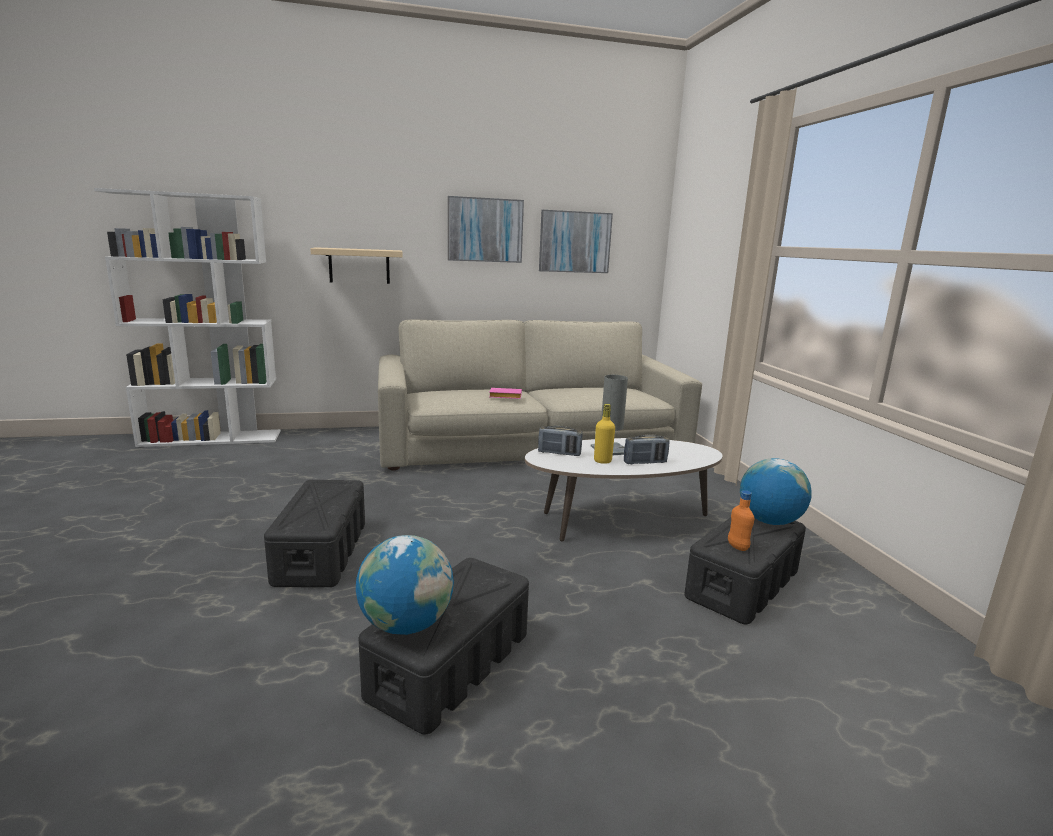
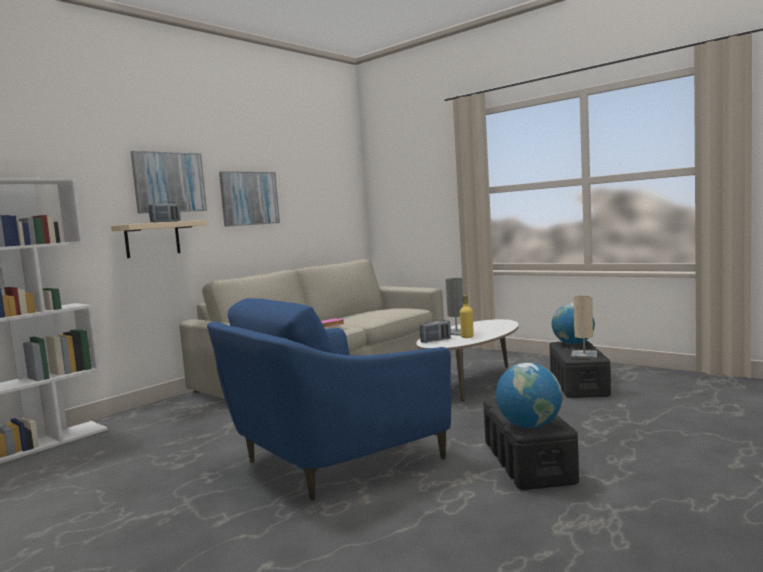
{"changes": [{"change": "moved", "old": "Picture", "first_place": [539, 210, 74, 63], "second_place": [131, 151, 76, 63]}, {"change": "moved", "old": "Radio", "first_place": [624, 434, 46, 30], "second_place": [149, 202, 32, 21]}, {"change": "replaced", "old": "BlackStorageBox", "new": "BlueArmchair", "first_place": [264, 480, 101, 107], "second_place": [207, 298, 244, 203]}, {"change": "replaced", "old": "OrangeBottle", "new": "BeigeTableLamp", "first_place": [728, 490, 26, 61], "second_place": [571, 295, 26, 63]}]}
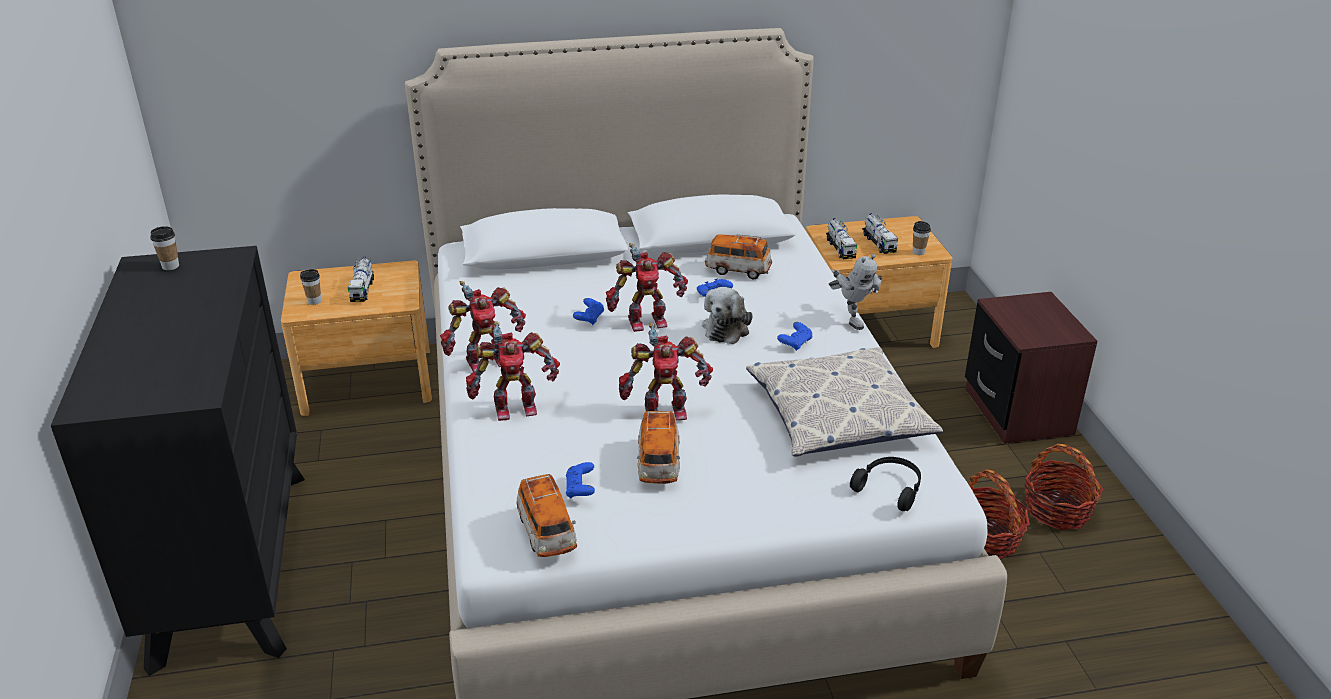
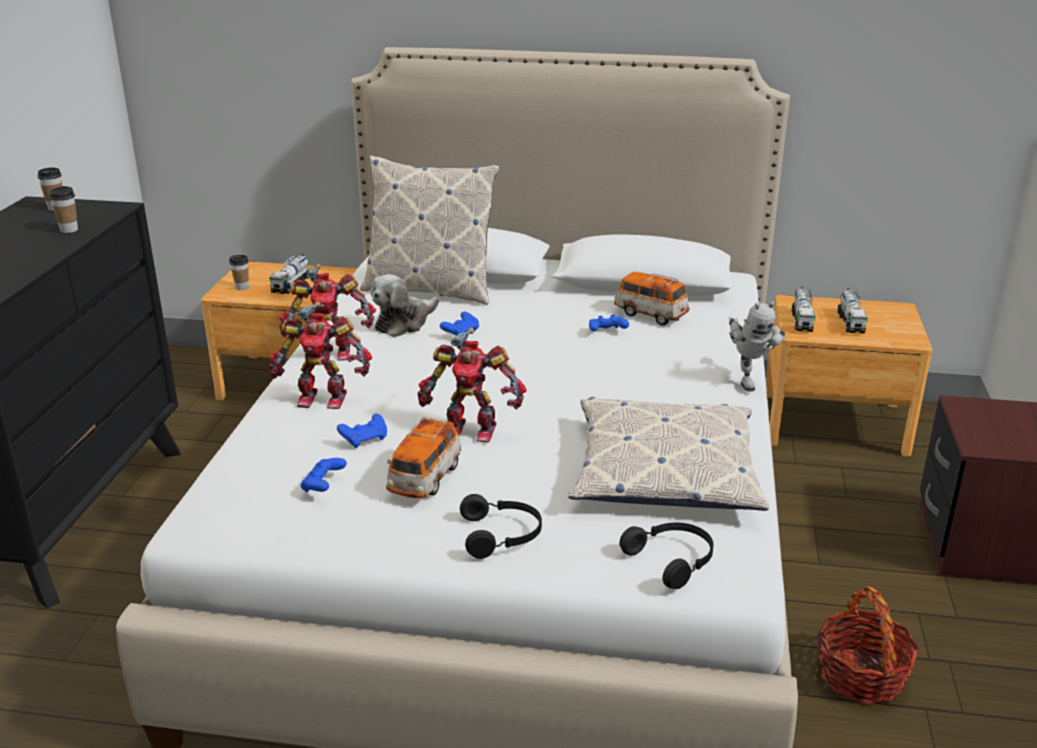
{"changes": [{"change": "removed", "old": "ToyCar", "first_place": [516, 474, 61, 83]}, {"change": "removed", "old": "ToyRobot", "first_place": [606, 243, 82, 89]}, {"change": "removed", "old": "Basket", "first_place": [1025, 444, 78, 86]}, {"change": "added", "new": "Pillow", "second_place": [360, 155, 139, 150]}, {"change": "added", "new": "BlackHeadphones", "second_place": [460, 494, 82, 65]}, {"change": "moved", "old": "PlushToy", "first_place": [702, 287, 51, 57], "second_place": [371, 274, 68, 63]}, {"change": "moved", "old": "BlueGameController", "first_place": [777, 322, 35, 29], "second_place": [337, 413, 50, 35]}, {"change": "moved", "old": "Cup", "first_place": [913, 221, 18, 34], "second_place": [50, 186, 28, 47]}]}
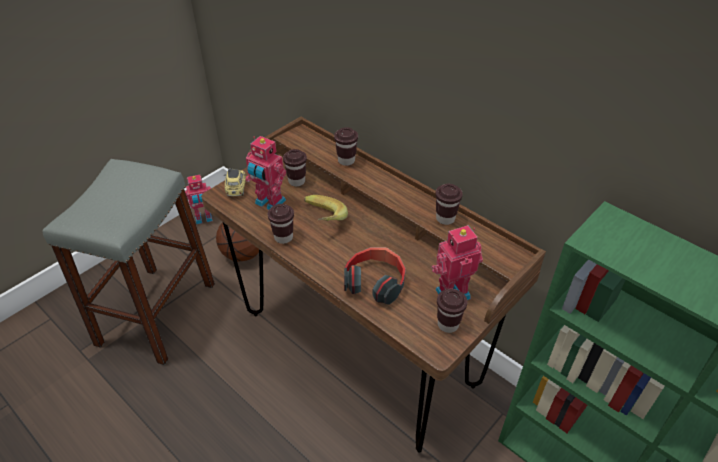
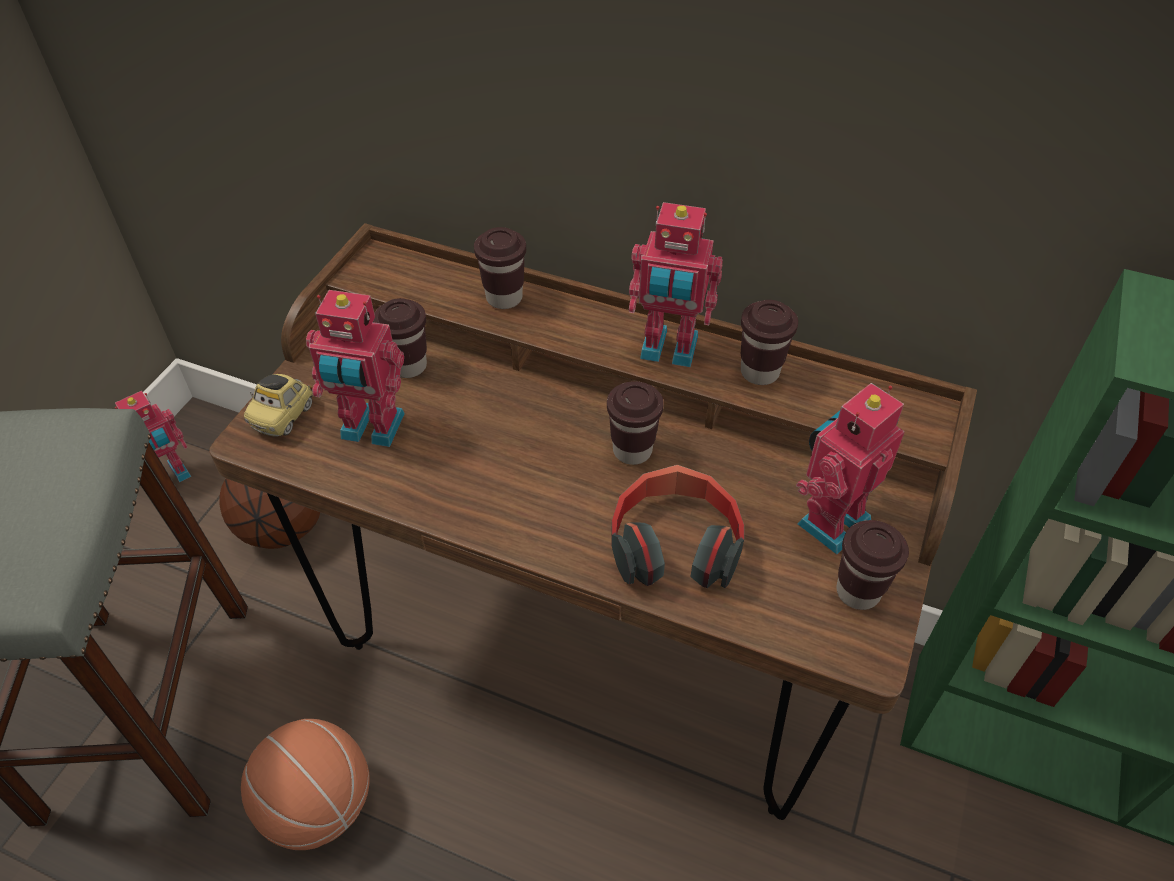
{"changes": [{"change": "removed", "old": "Banana", "first_place": [304, 195, 44, 26]}, {"change": "added", "new": "Basketball", "second_place": [241, 719, 129, 131]}, {"change": "added", "new": "ToyRobot", "second_place": [629, 202, 94, 165]}, {"change": "moved", "old": "BrownCup", "first_place": [268, 204, 26, 40], "second_place": [607, 381, 57, 84]}, {"change": "turned", "old": "ToyCar", "first_place": [224, 168, 22, 28], "second_place": [244, 374, 69, 63], "degrees": -135}]}
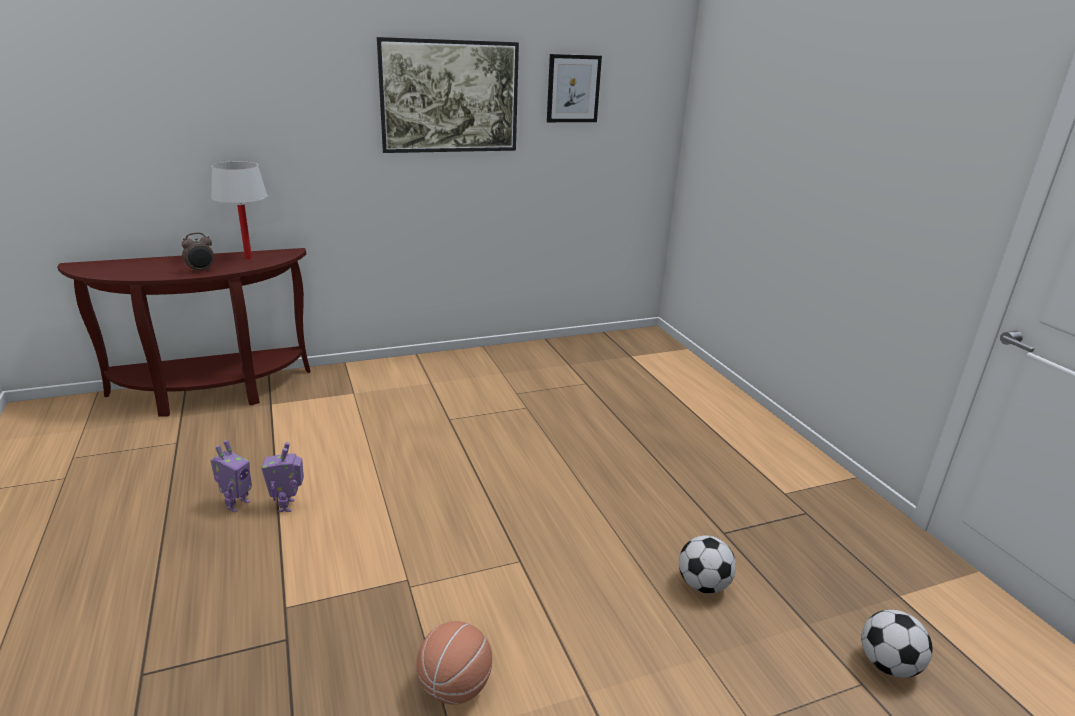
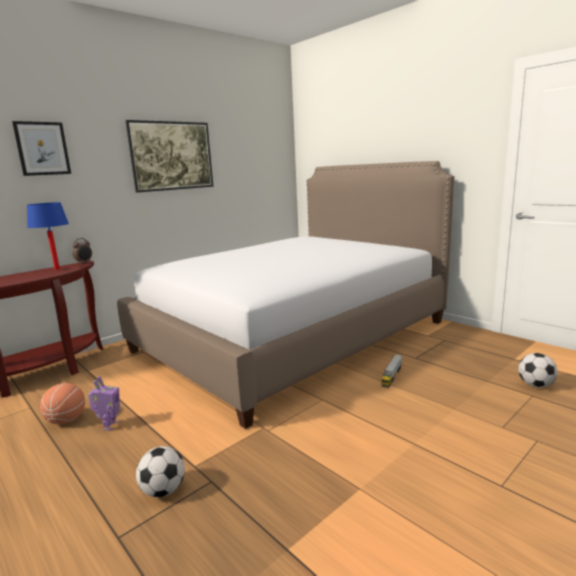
{"changes": [{"change": "removed", "old": "ToyRobot", "first_place": [261, 442, 43, 70]}, {"change": "added", "new": "Bed", "second_place": [117, 161, 337, 268]}, {"change": "added", "new": "ToyTruck", "second_place": [381, 354, 21, 34]}, {"change": "moved", "old": "AlarmClock", "first_place": [182, 232, 32, 41], "second_place": [72, 238, 20, 26]}, {"change": "moved", "old": "Basketball", "first_place": [416, 621, 76, 84], "second_place": [40, 383, 45, 41]}, {"change": "moved", "old": "Picture", "first_place": [547, 54, 55, 68], "second_place": [12, 121, 59, 55]}, {"change": "moved", "old": "Football", "first_place": [679, 535, 57, 59], "second_place": [136, 446, 49, 51]}, {"change": "recoloured", "old": "WhiteTableLamp", "new": "BlueTableLamp", "first_place": [211, 161, 57, 99], "second_place": [27, 202, 42, 68]}]}
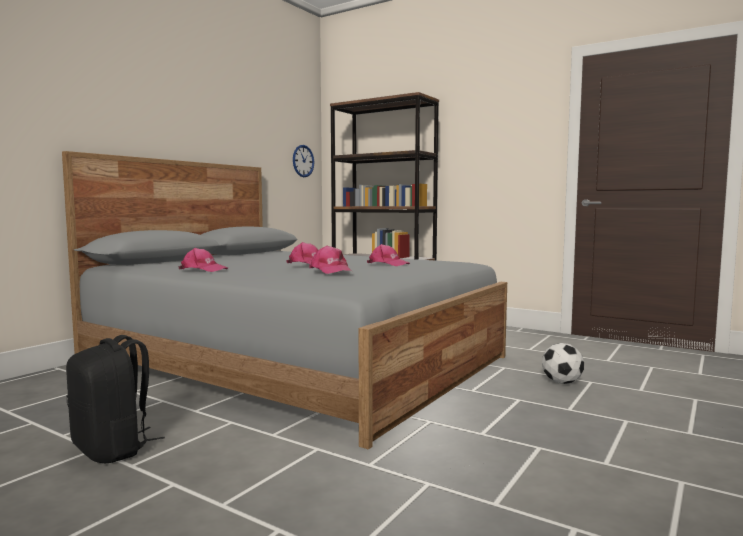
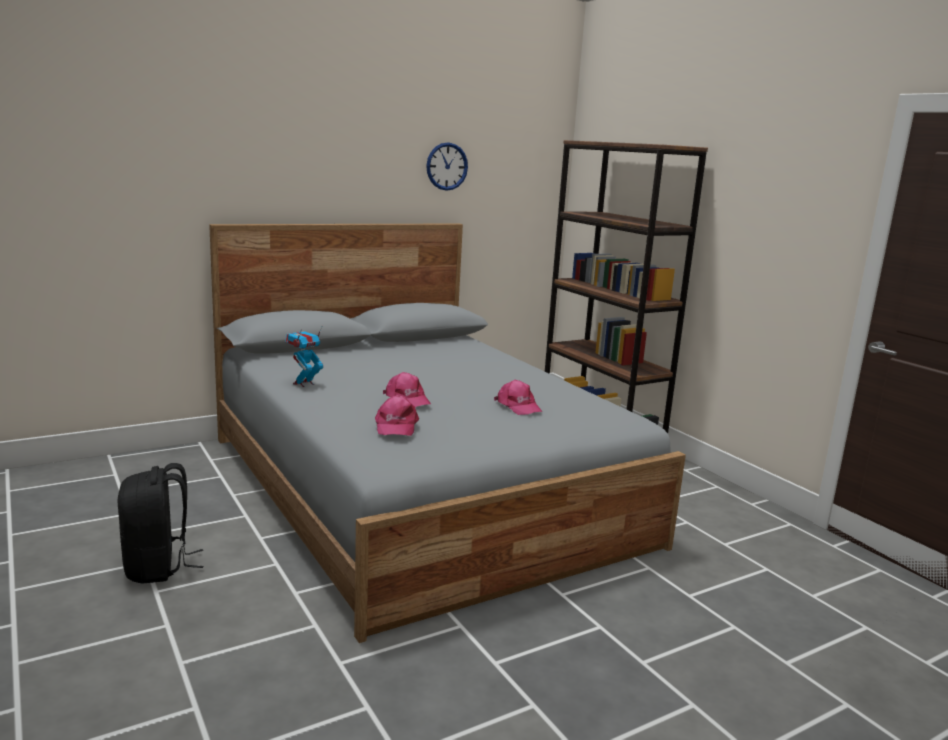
{"changes": [{"change": "removed", "old": "Football", "first_place": [542, 343, 42, 41]}, {"change": "moved", "old": "WallClock", "first_place": [293, 145, 21, 32], "second_place": [426, 142, 42, 49]}, {"change": "replaced", "old": "PinkCap", "new": "ToyRobot", "first_place": [178, 248, 50, 24], "second_place": [285, 327, 38, 60]}]}
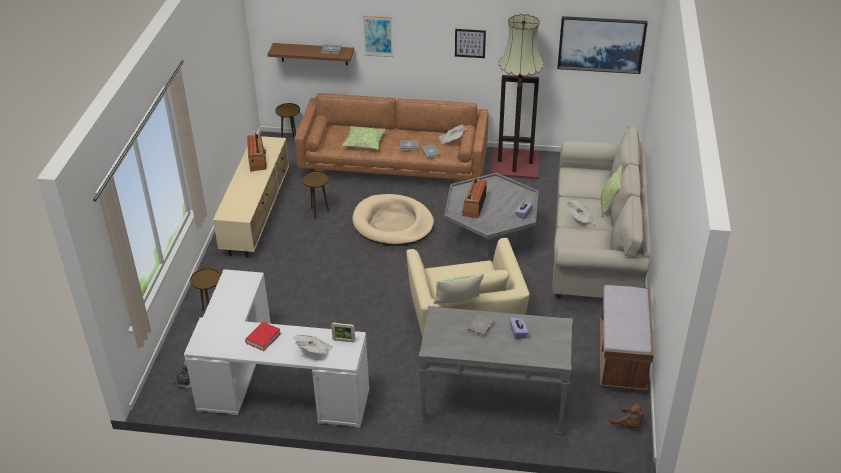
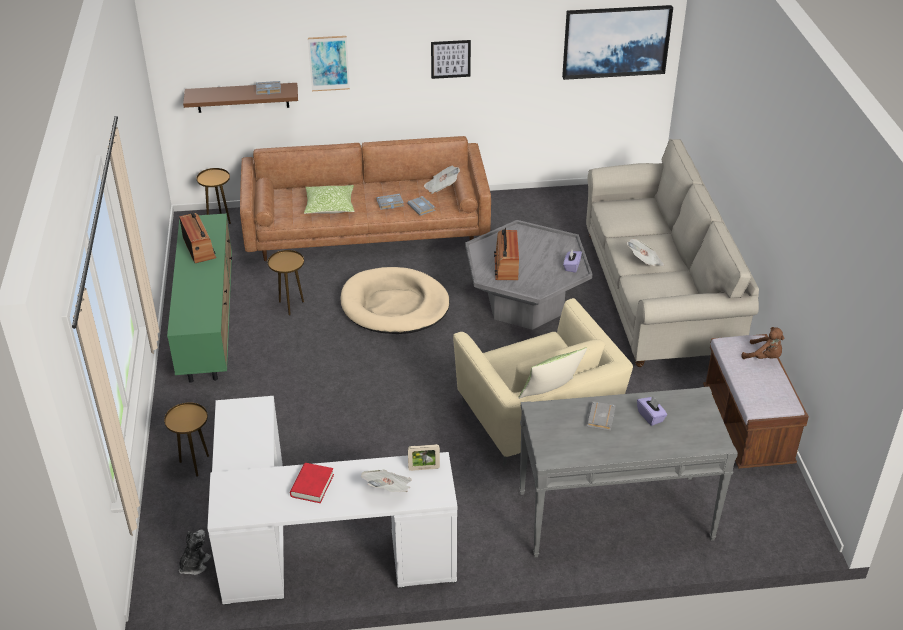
{"changes": [{"change": "removed", "old": "FloorLamp", "first_place": [490, 14, 54, 165]}, {"change": "removed", "old": "Pillow", "first_place": [601, 165, 21, 52]}, {"change": "moved", "old": "BrownPlushToy", "first_place": [610, 403, 34, 25], "second_place": [741, 327, 43, 32]}, {"change": "recoloured", "old": "BeigeTvStand", "new": "GreenTvStand", "first_place": [213, 136, 76, 122], "second_place": [167, 213, 65, 170]}]}
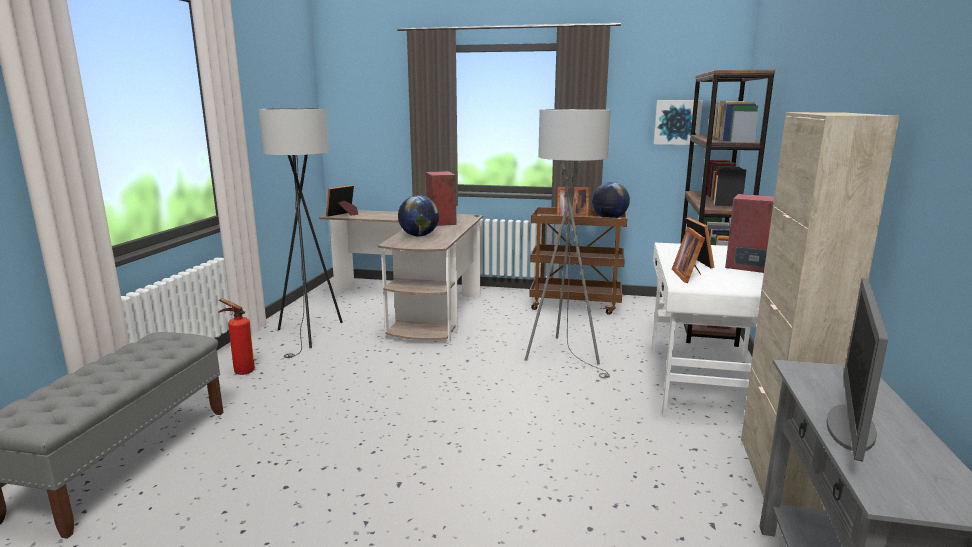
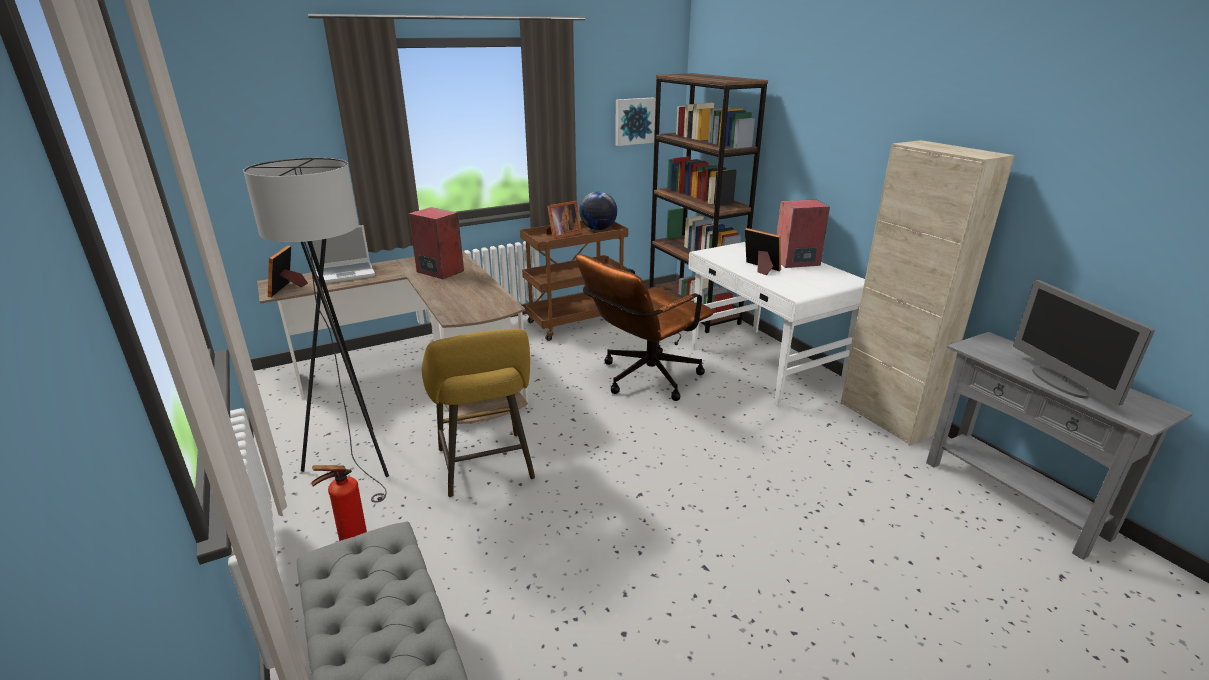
{"changes": [{"change": "removed", "old": "Globe", "first_place": [398, 195, 41, 42]}, {"change": "removed", "old": "PictureFrame", "first_place": [672, 227, 33, 56]}, {"change": "added", "new": "Laptop", "second_place": [312, 225, 63, 59]}, {"change": "added", "new": "YellowStool", "second_place": [422, 329, 113, 168]}, {"change": "replaced", "old": "GreyFloorLamp", "new": "BrownOfficeChair", "first_place": [525, 109, 86, 269], "second_place": [576, 255, 138, 146]}]}
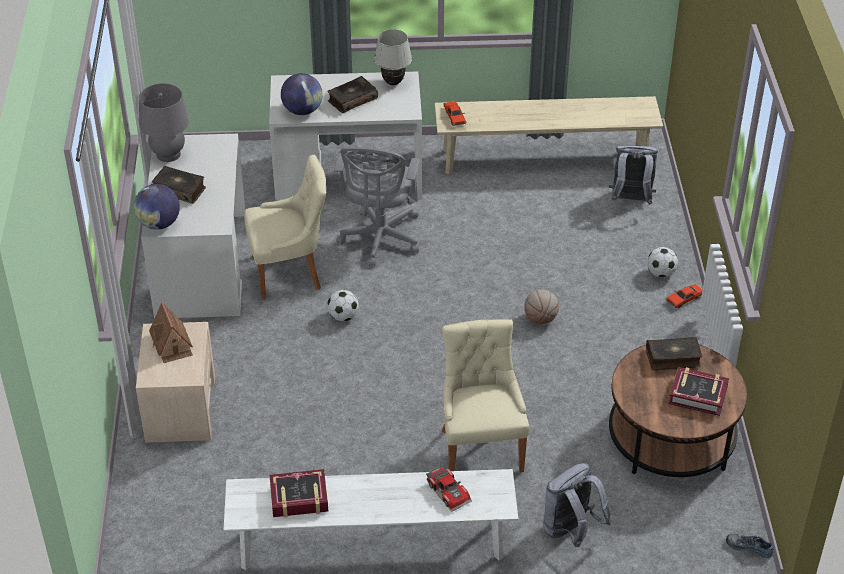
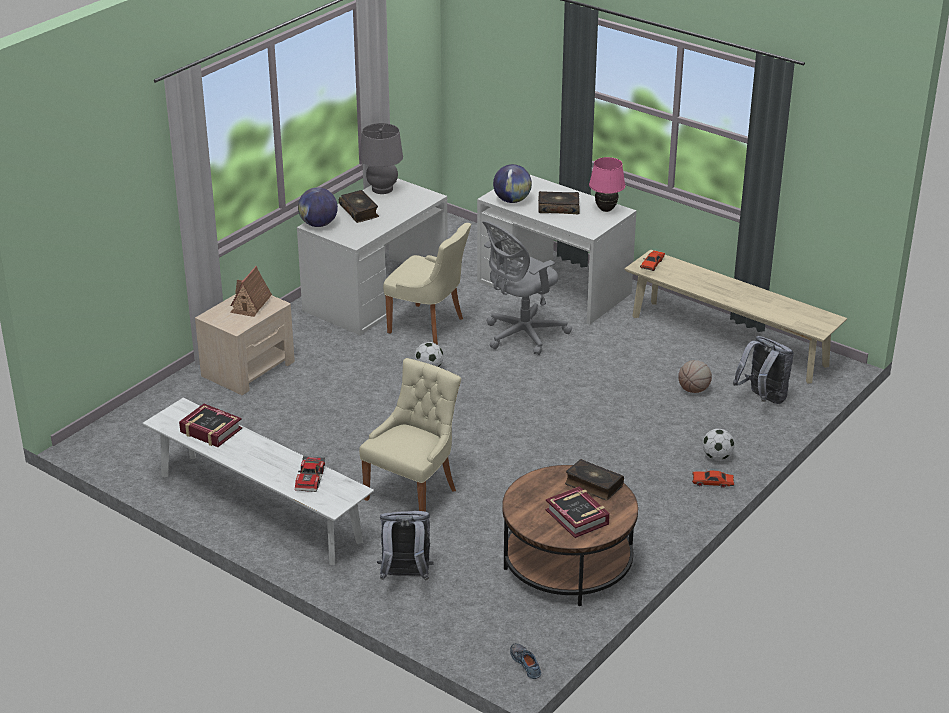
{"changes": [{"change": "moved", "old": "Basketball", "first_place": [524, 289, 35, 35], "second_place": [678, 360, 34, 33]}, {"change": "recoloured", "old": "WhiteTableLamp", "new": "PinkTableLamp", "first_place": [374, 29, 38, 56], "second_place": [589, 157, 36, 55]}]}
